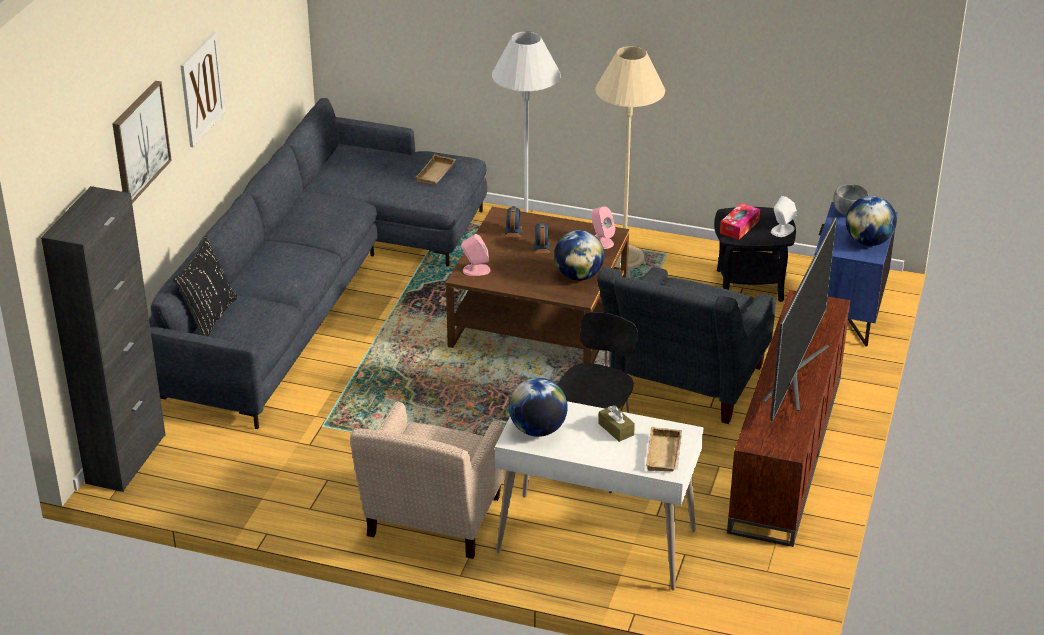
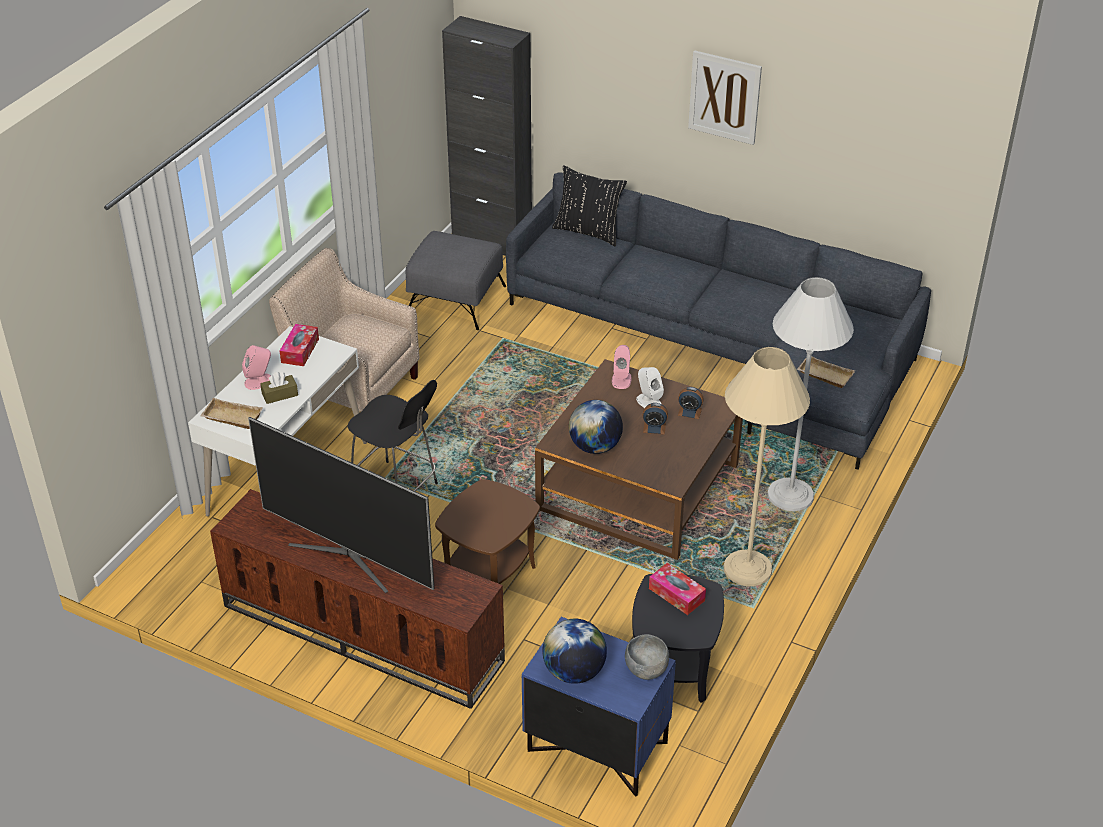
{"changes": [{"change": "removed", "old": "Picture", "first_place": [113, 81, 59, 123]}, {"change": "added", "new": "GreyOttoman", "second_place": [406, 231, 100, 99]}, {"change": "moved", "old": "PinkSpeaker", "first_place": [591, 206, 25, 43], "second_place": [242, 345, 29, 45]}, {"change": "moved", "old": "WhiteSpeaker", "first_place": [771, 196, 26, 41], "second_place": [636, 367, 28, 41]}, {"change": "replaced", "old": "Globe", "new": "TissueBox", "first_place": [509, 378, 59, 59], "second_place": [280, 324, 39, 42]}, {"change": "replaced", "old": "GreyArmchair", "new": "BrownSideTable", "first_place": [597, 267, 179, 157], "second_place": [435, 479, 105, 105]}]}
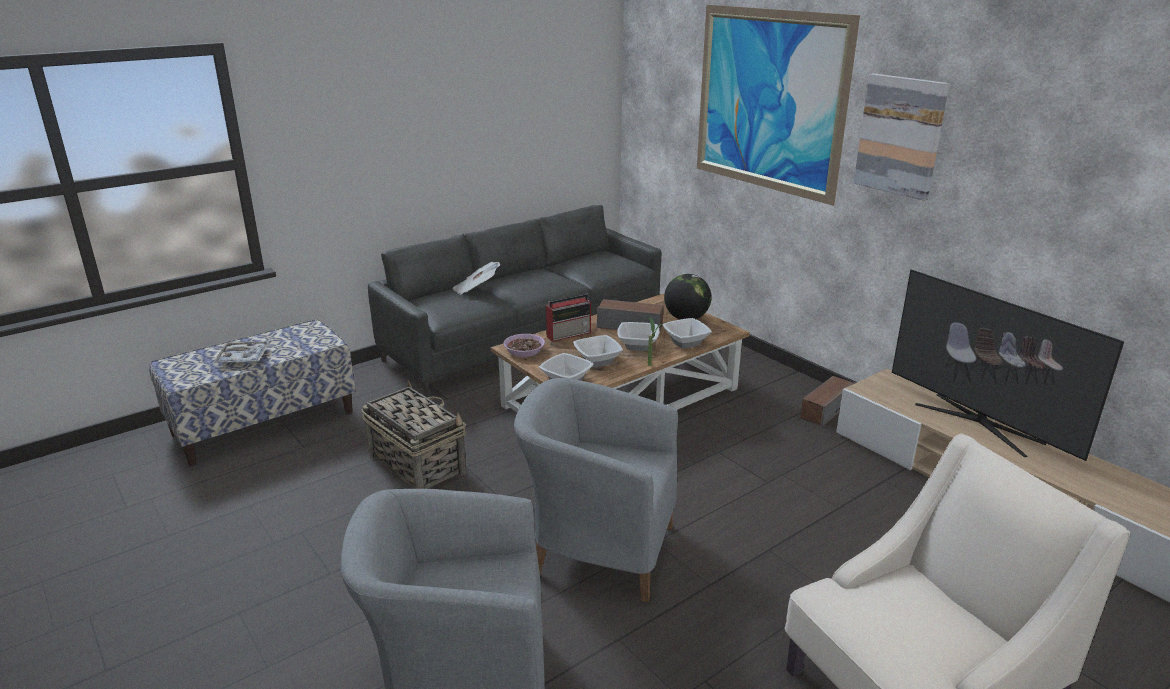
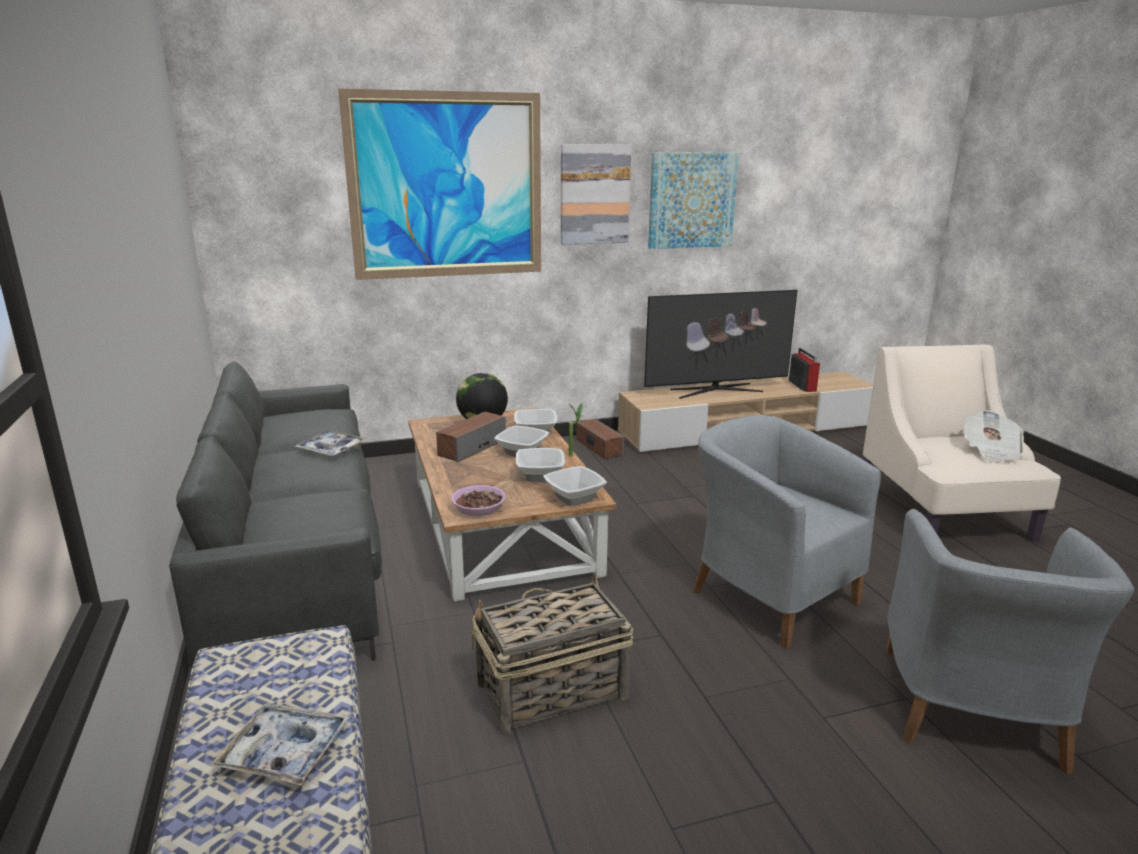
{"changes": [{"change": "added", "new": "Tray", "second_place": [296, 431, 70, 25]}, {"change": "added", "new": "Picture", "second_place": [648, 152, 91, 97]}, {"change": "moved", "old": "Newspaper", "first_place": [453, 262, 47, 33], "second_place": [963, 410, 61, 53]}, {"change": "moved", "old": "Radio", "first_place": [546, 293, 45, 49], "second_place": [789, 348, 31, 44]}, {"change": "turned", "old": "GreyArmchair", "first_place": [514, 378, 164, 224], "second_place": [693, 415, 188, 234], "degrees": 105}]}
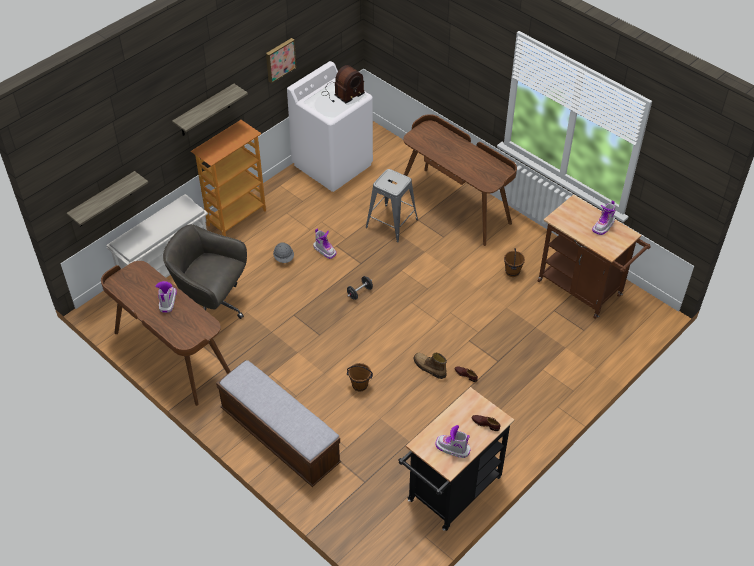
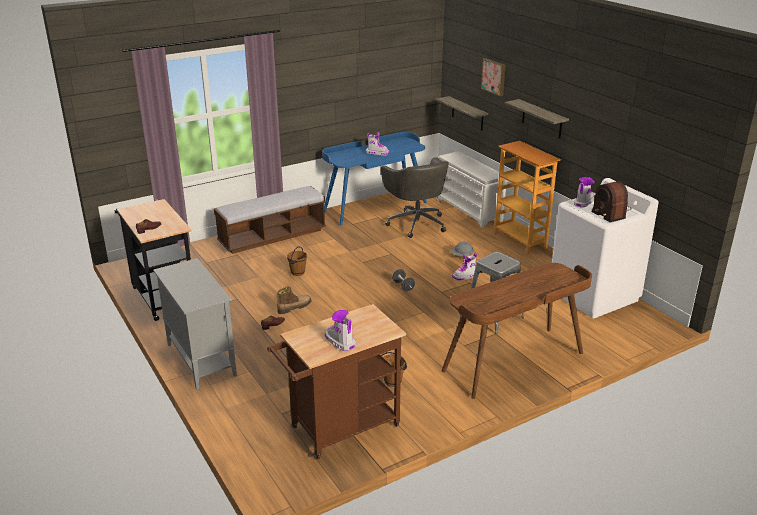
{"changes": [{"change": "added", "new": "GreyCabinet", "second_place": [153, 258, 84, 132]}, {"change": "moved", "old": "Picture", "first_place": [266, 38, 30, 45], "second_place": [481, 58, 25, 38]}, {"change": "moved", "old": "Boot", "first_place": [435, 425, 35, 33], "second_place": [574, 177, 21, 31]}, {"change": "recoloured", "old": "BrownDesk", "new": "BlueDesk", "first_place": [101, 261, 130, 145], "second_place": [322, 132, 105, 94]}, {"change": "turned", "old": "GreyOfficeChair", "first_place": [163, 224, 84, 95], "second_place": [381, 157, 68, 81], "degrees": 120}]}
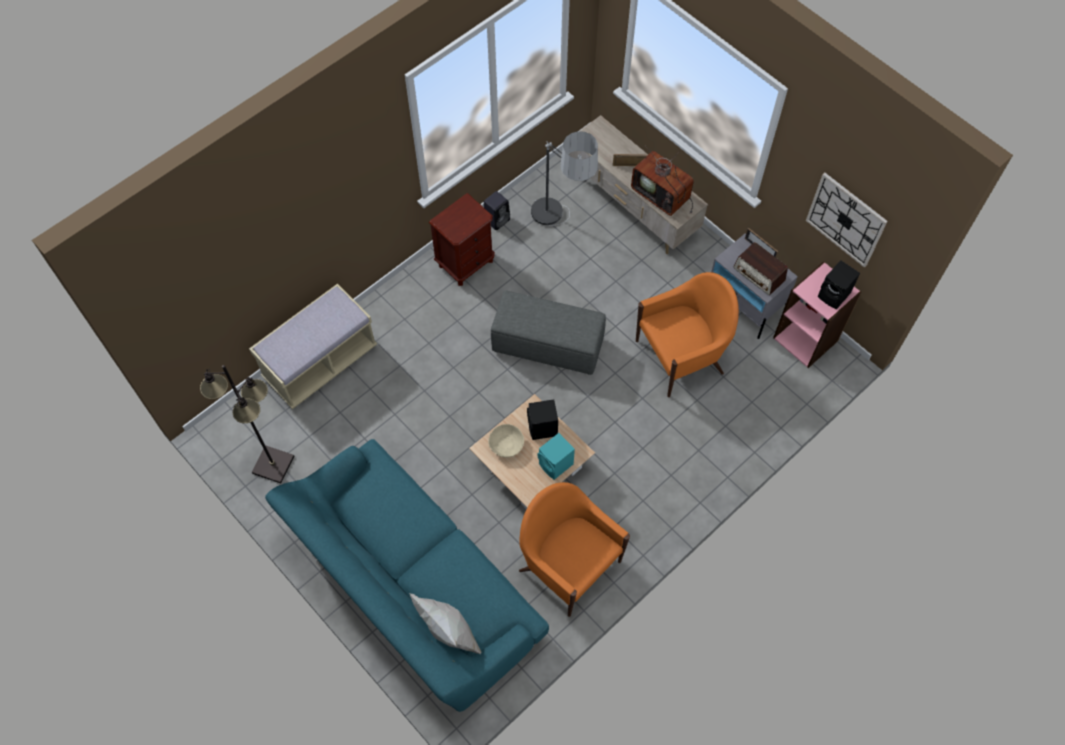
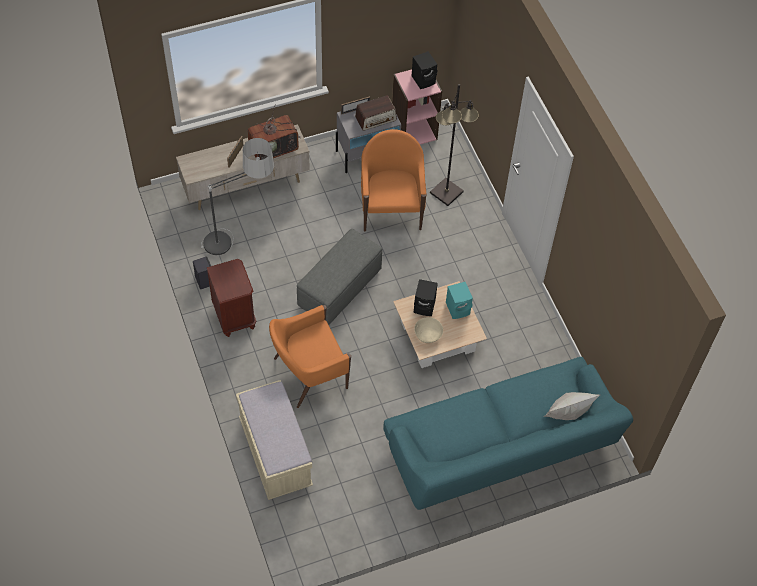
{"changes": [{"change": "removed", "old": "WallClock", "first_place": [806, 173, 81, 95]}, {"change": "moved", "old": "BlackFloorLamp", "first_place": [200, 365, 94, 118], "second_place": [430, 84, 49, 122]}, {"change": "moved", "old": "OrangeArmchair", "first_place": [519, 482, 111, 135], "second_place": [269, 305, 82, 103]}]}
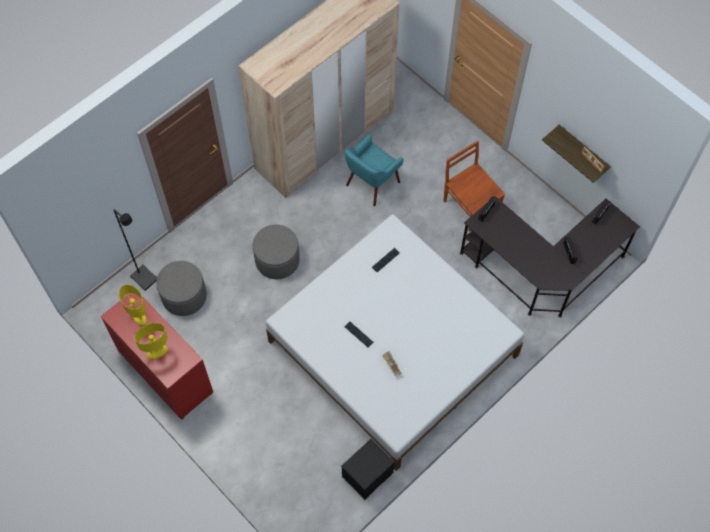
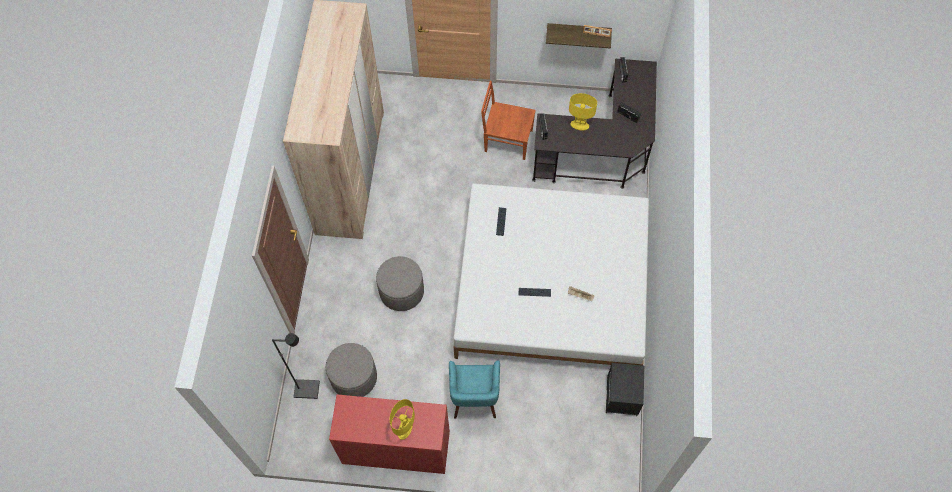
{"changes": [{"change": "moved", "old": "YellowTableLamp", "first_place": [119, 285, 28, 41], "second_place": [569, 93, 28, 37]}, {"change": "moved", "old": "TurquoiseArmchair", "first_place": [345, 134, 59, 72], "second_place": [449, 361, 51, 58]}]}
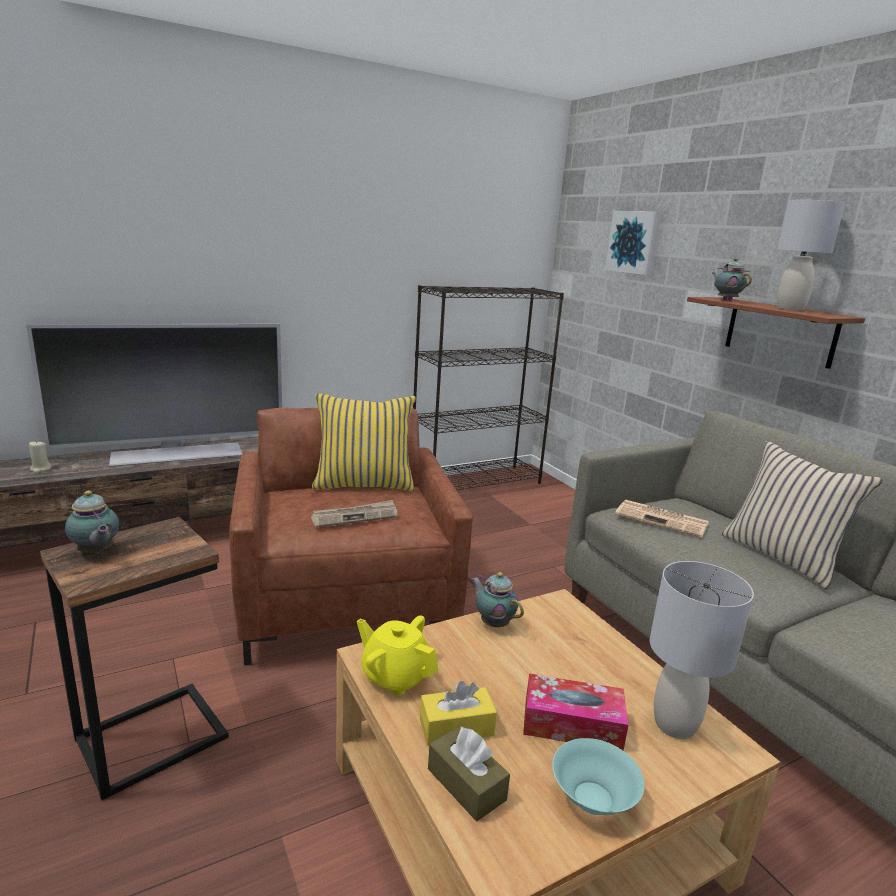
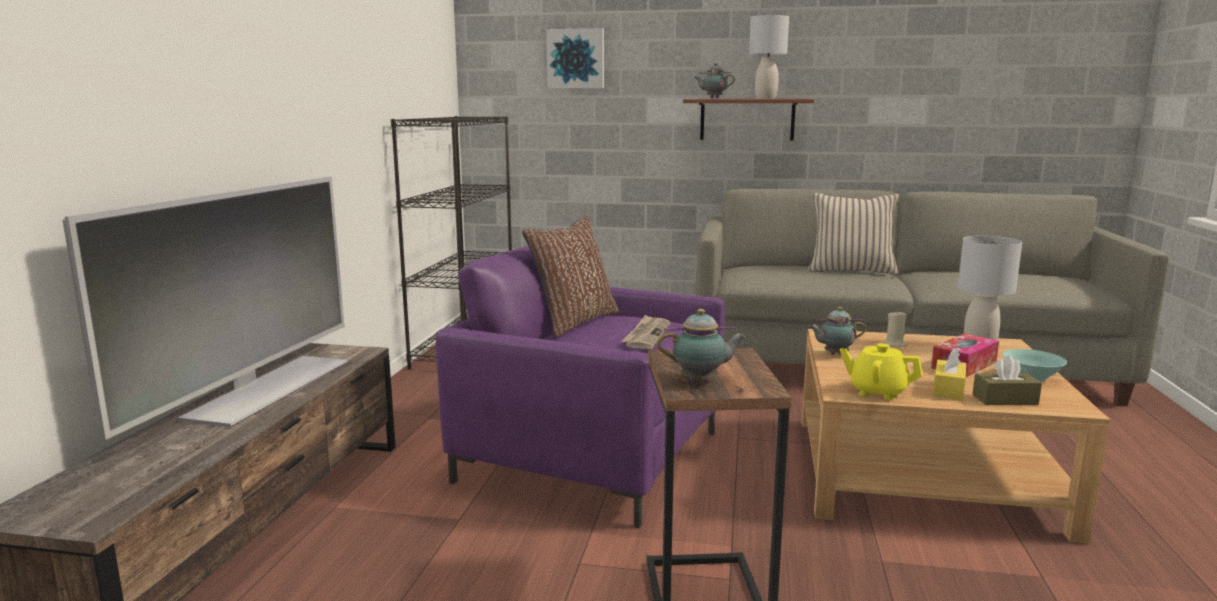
{"changes": [{"change": "removed", "old": "Newspaper", "first_place": [615, 500, 94, 38]}, {"change": "moved", "old": "BeigeCandle", "first_place": [29, 441, 23, 31], "second_place": [884, 311, 23, 36]}, {"change": "recoloured", "old": "BrownArmchair", "new": "PurpleArmchair", "first_place": [229, 408, 244, 257], "second_place": [435, 246, 290, 282]}, {"change": "recoloured", "old": "YellowPillow", "new": "BrownPillow", "first_place": [312, 394, 104, 97], "second_place": [522, 215, 97, 122]}, {"change": "turned", "old": "YellowTeapot", "first_place": [357, 616, 81, 80], "second_place": [840, 343, 83, 57], "degrees": 45}]}
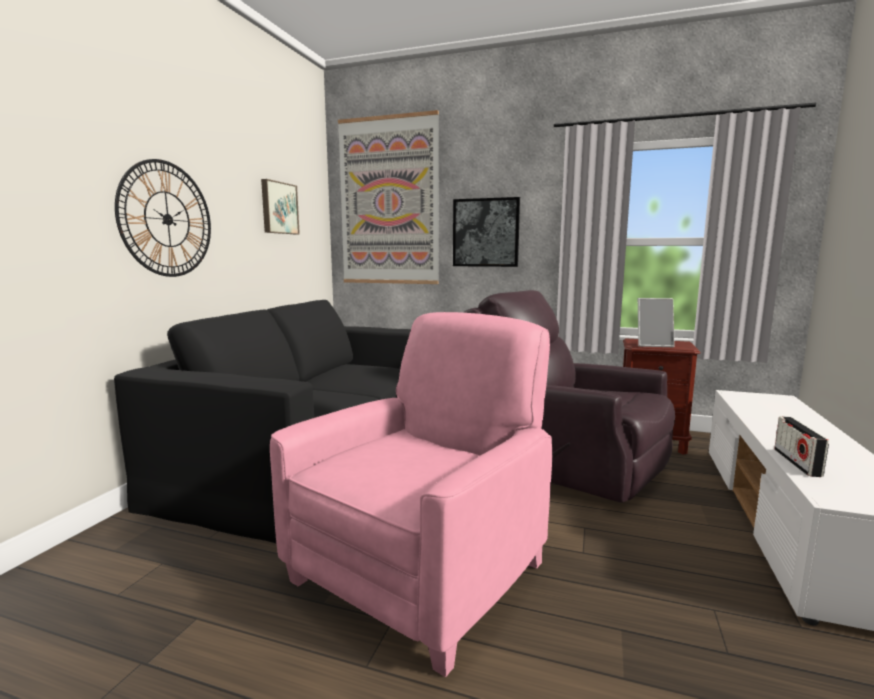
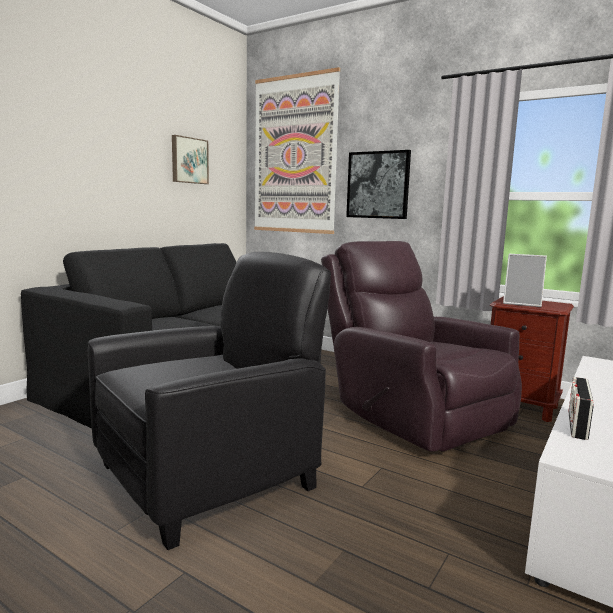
{"changes": [{"change": "removed", "old": "WallClock", "first_place": [115, 159, 96, 118]}, {"change": "recoloured", "old": "PinkArmchair", "new": "BlackArmchair", "first_place": [270, 312, 282, 365], "second_place": [88, 252, 243, 298]}]}
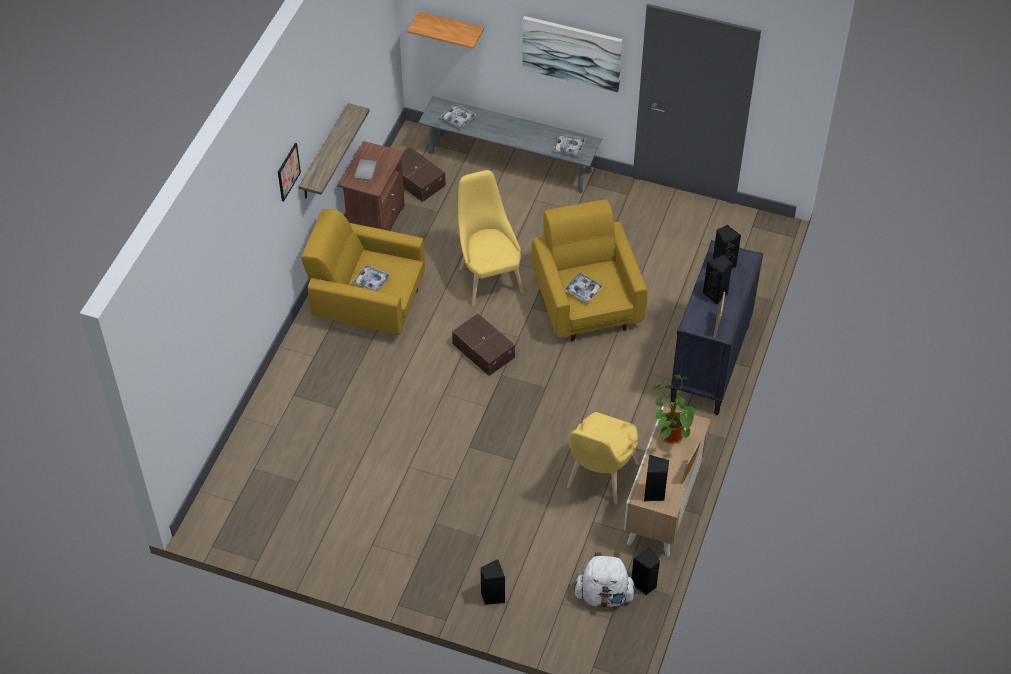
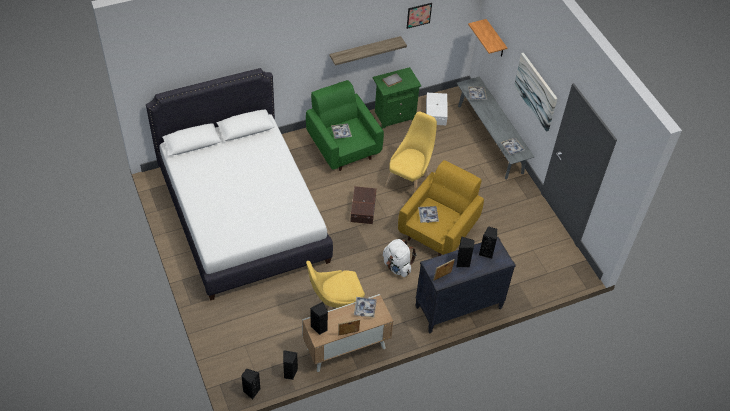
{"changes": [{"change": "added", "new": "WhiteBed", "second_place": [146, 68, 187, 232]}, {"change": "moved", "old": "Picture", "first_place": [278, 143, 23, 59], "second_place": [407, 3, 25, 26]}, {"change": "moved", "old": "BlackSpeaker", "first_place": [481, 559, 24, 46], "second_place": [241, 368, 19, 32]}, {"change": "moved", "old": "WhiteBackpack", "first_place": [574, 552, 62, 55], "second_place": [383, 239, 34, 38]}, {"change": "replaced", "old": "PottedPlant", "new": "Tray", "first_place": [651, 375, 47, 69], "second_place": [354, 297, 23, 21]}, {"change": "recoloured", "old": "YellowArmchair", "new": "GreenArmchair", "first_place": [301, 209, 124, 126], "second_place": [306, 80, 78, 91]}, {"change": "recoloured", "old": "BrownNightstand", "new": "GreenNightstand", "first_place": [338, 141, 67, 90], "second_place": [373, 67, 49, 62]}, {"change": "recoloured", "old": "BrownStorageBox", "new": "WhiteStorageBox", "first_place": [401, 147, 45, 55], "second_place": [426, 93, 22, 32]}]}
